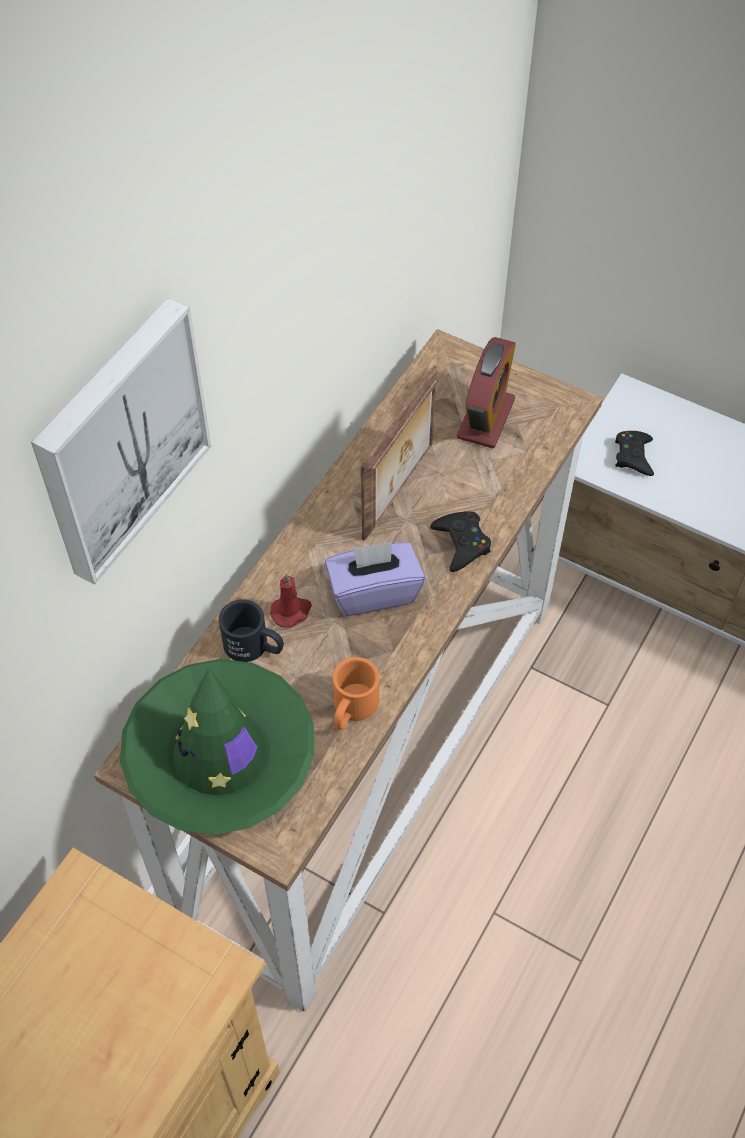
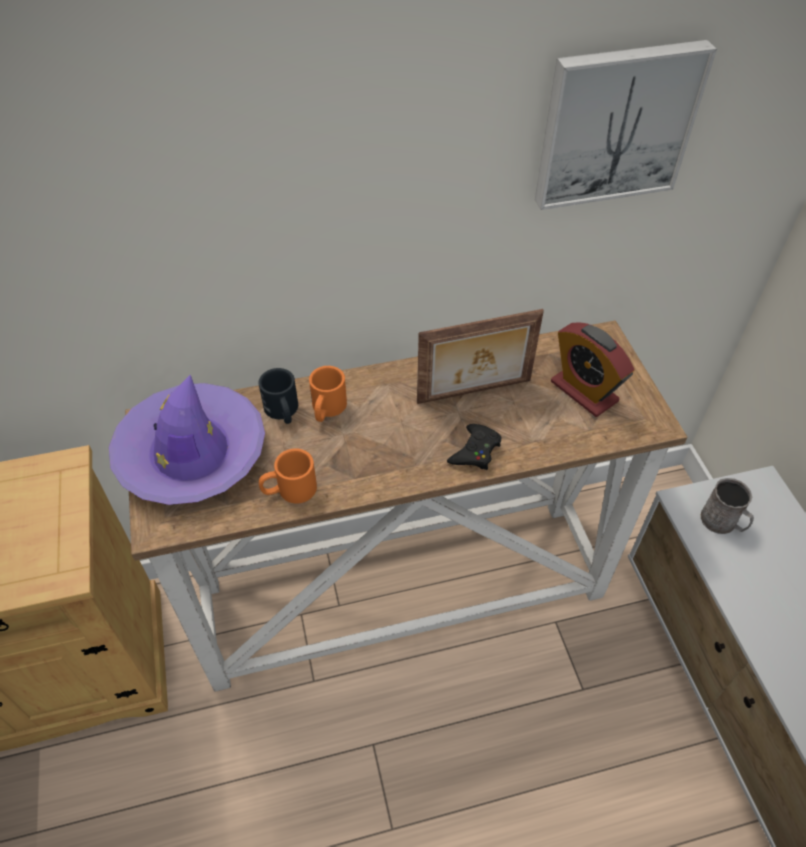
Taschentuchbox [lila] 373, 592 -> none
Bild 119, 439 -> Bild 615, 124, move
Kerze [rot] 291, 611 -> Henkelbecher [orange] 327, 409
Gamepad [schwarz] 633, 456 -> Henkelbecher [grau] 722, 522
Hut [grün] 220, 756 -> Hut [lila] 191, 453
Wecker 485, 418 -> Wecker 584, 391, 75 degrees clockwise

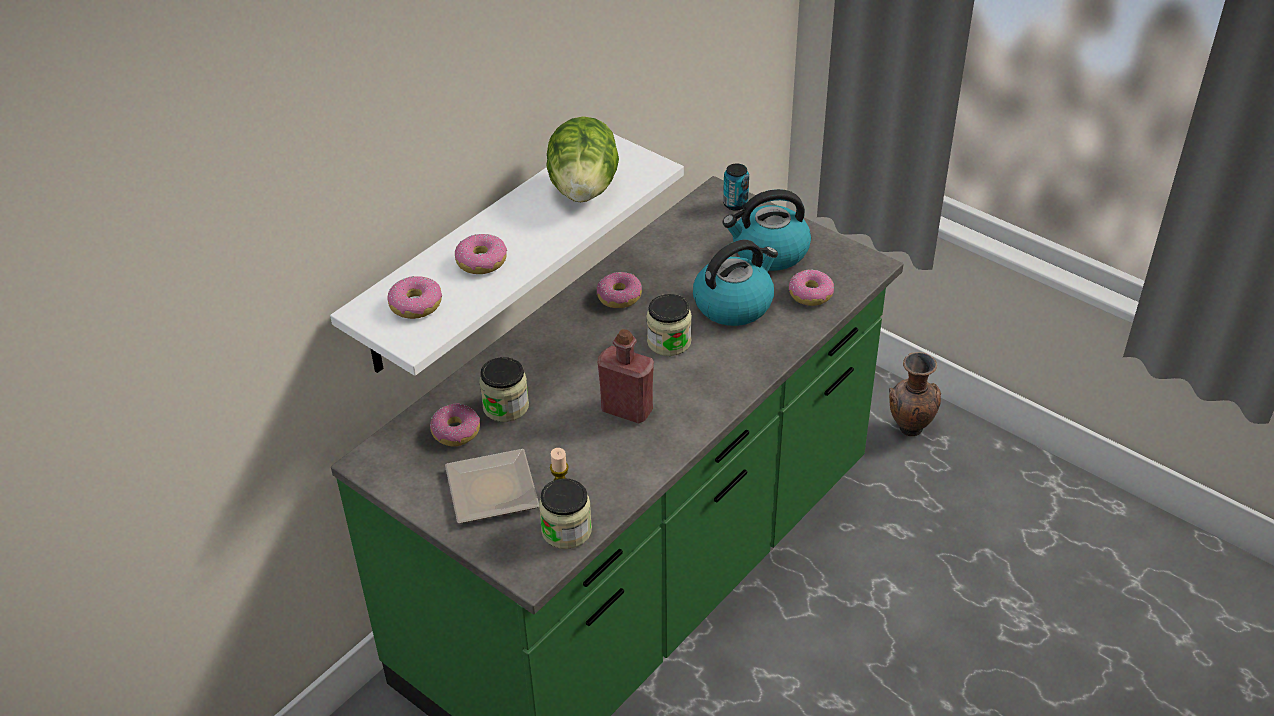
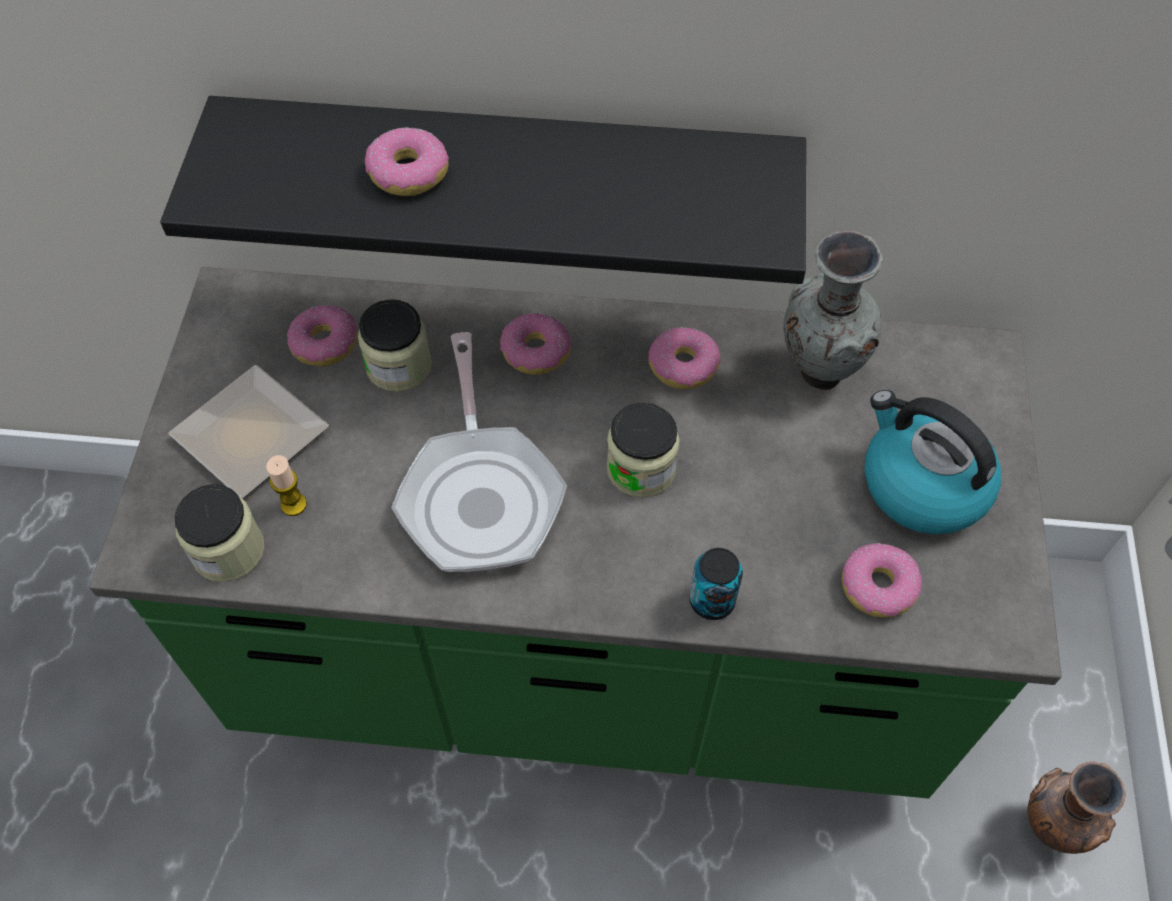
Salatkopf 584, 190 -> none
Wasserkessel 734, 304 -> none
none -> Vase [grau] 817, 372
Donut 415, 305 -> Donut 535, 352, move
Dose 735, 204 -> Dose 712, 600, move
Flasche [rot] 627, 410 -> Pfanne 480, 494
Wandregal [weiß] 480, 253 -> Wandregal [schwarz] 507, 172

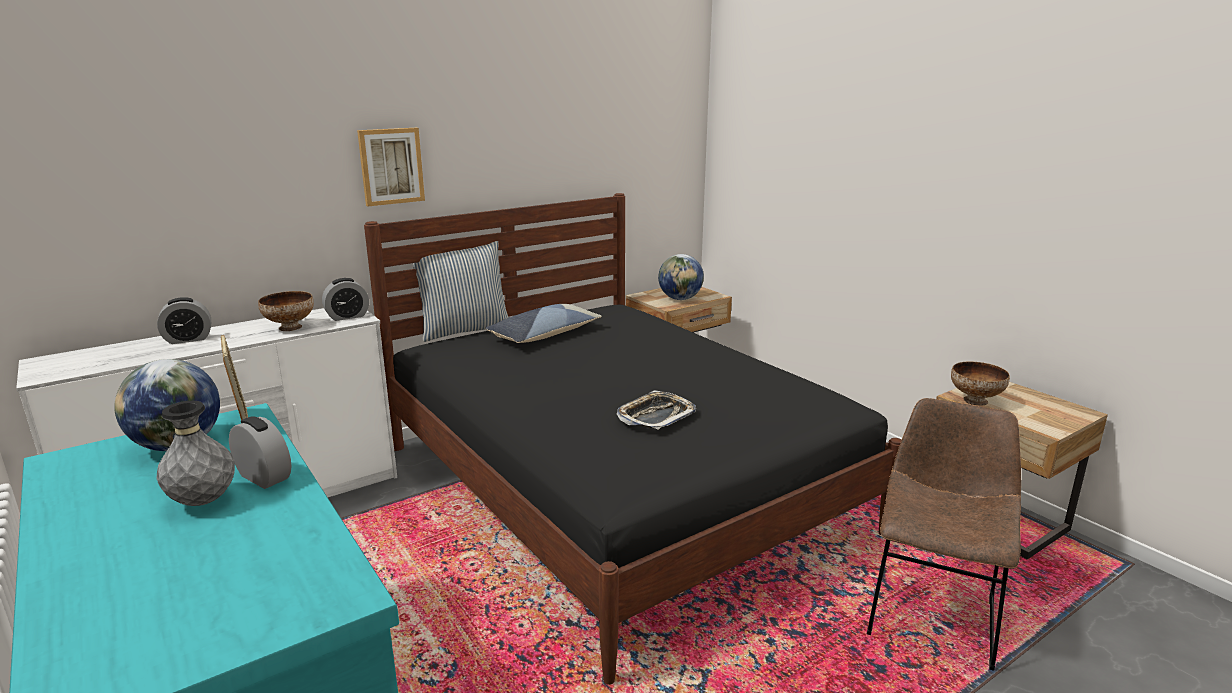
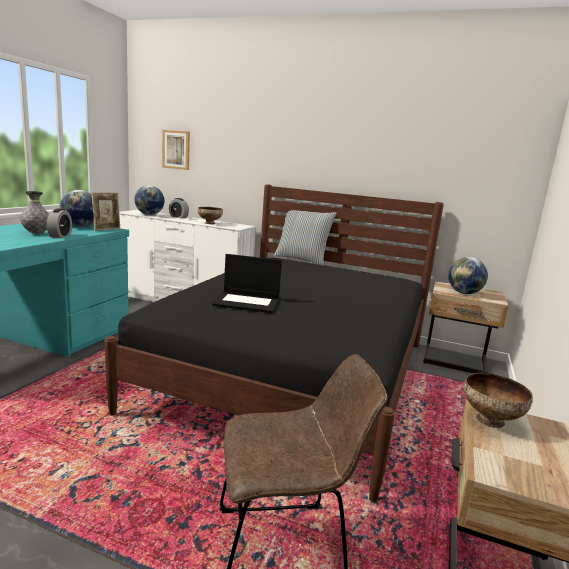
Wecker 347, 316 -> none
Kissen 544, 334 -> none
none -> Globus 149, 214
Bild 391, 166 -> Bild 176, 150, move
Tablett 656, 416 -> Laptop 247, 302

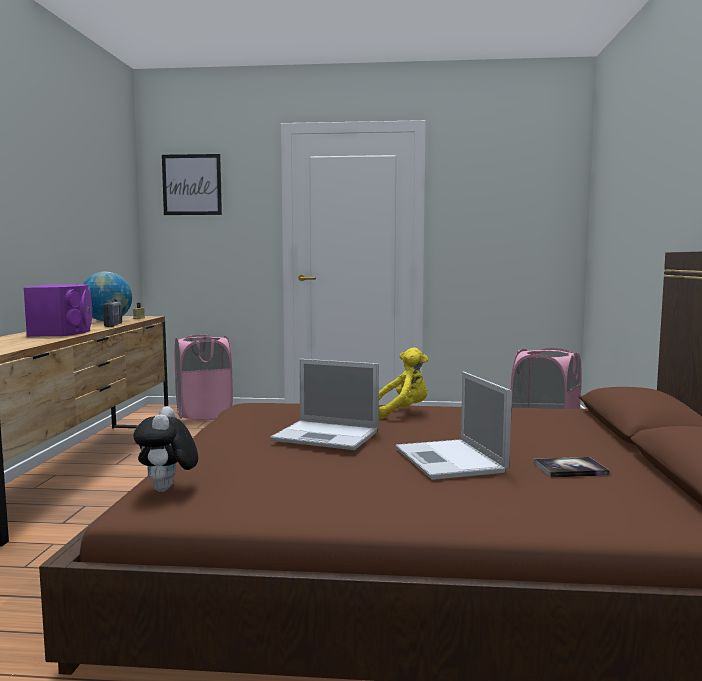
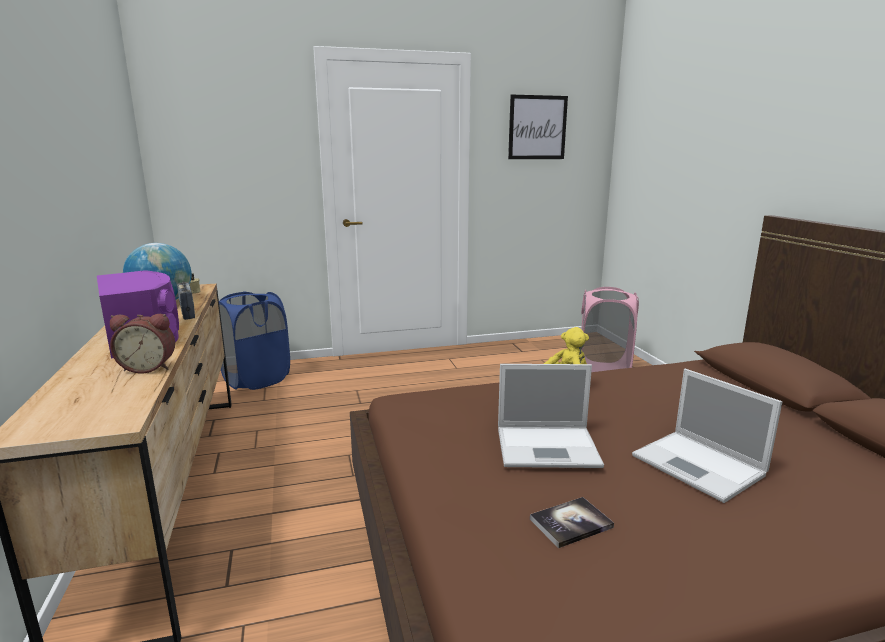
Plüschtier 167, 490 -> none
none -> Wecker 149, 367
Bild 192, 185 -> Bild 537, 127, move
Buch 570, 469 -> Buch 571, 523, move
Wäschekorb [rosa] 204, 415 -> Wäschekorb [blau] 256, 379

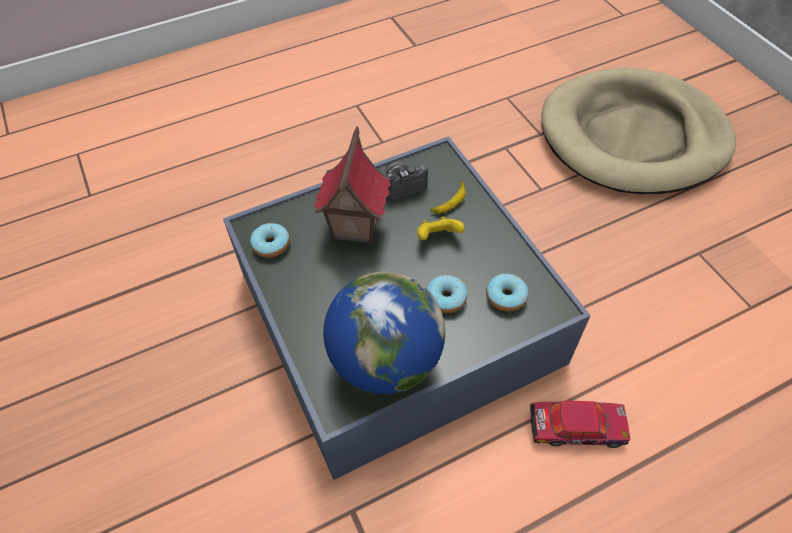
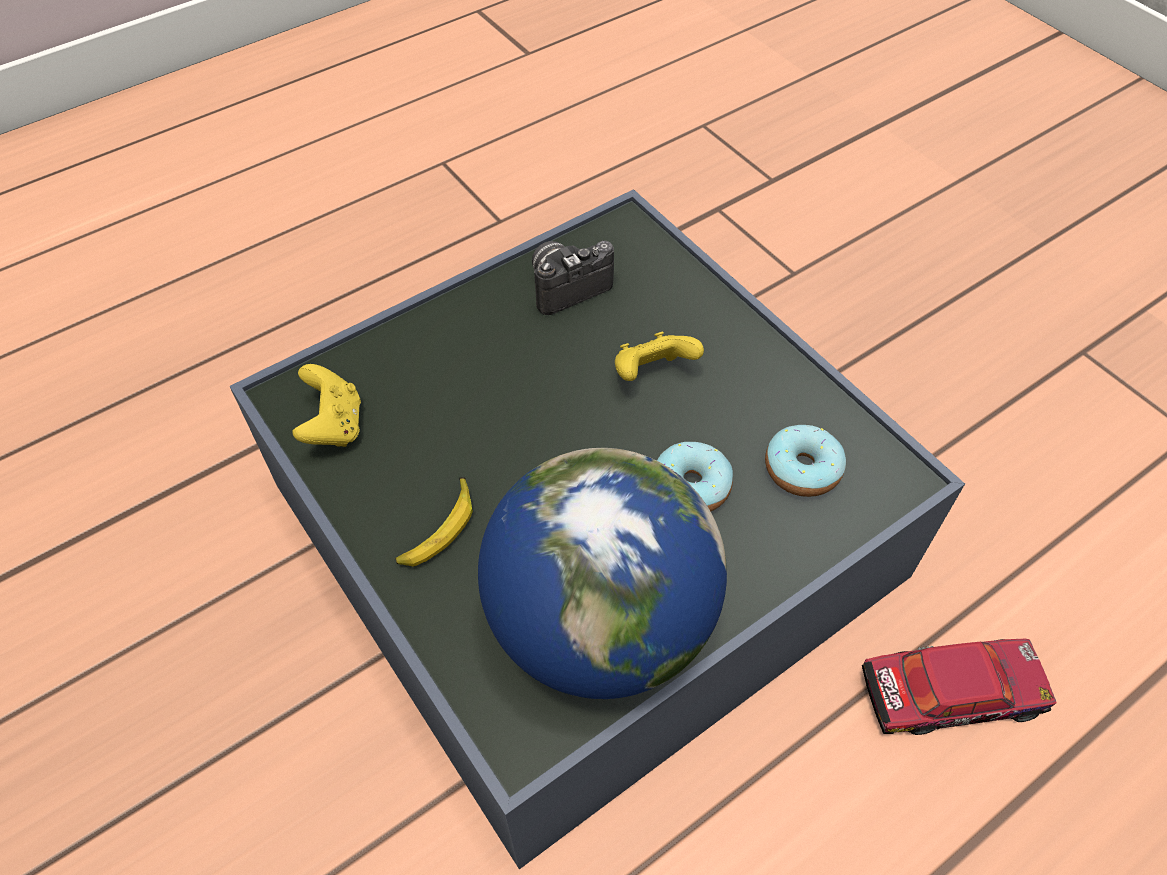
Spielzeughaus 355, 226 -> none
Hundebett [beige] 633, 137 -> none
Banane 449, 201 -> Banane 438, 529, move
Donut 271, 245 -> Gamepad [gelb] 334, 426

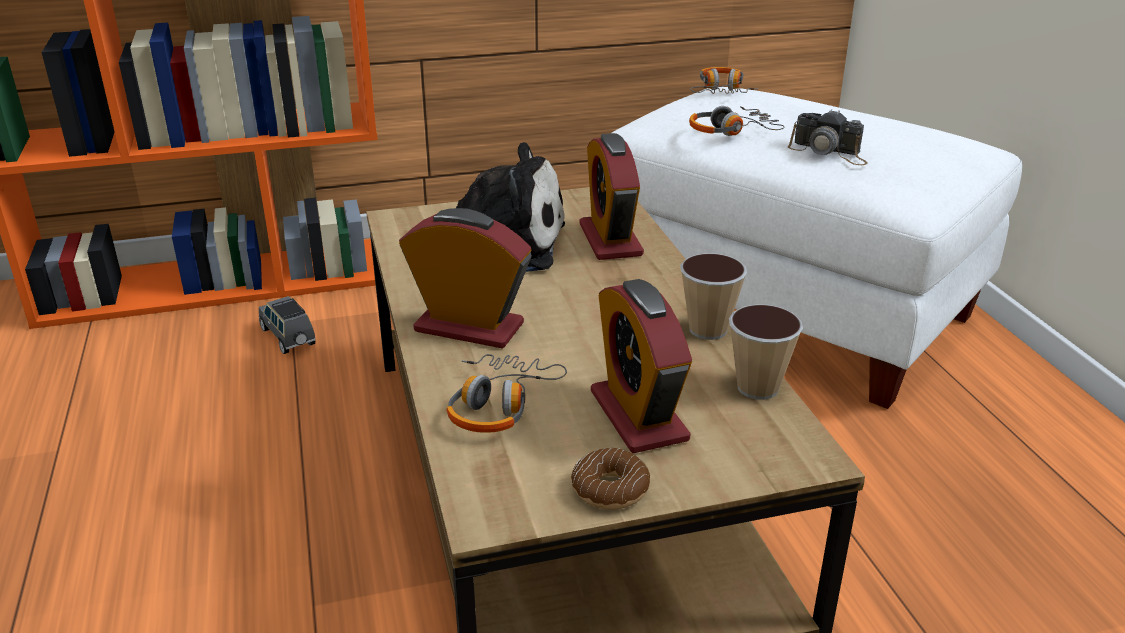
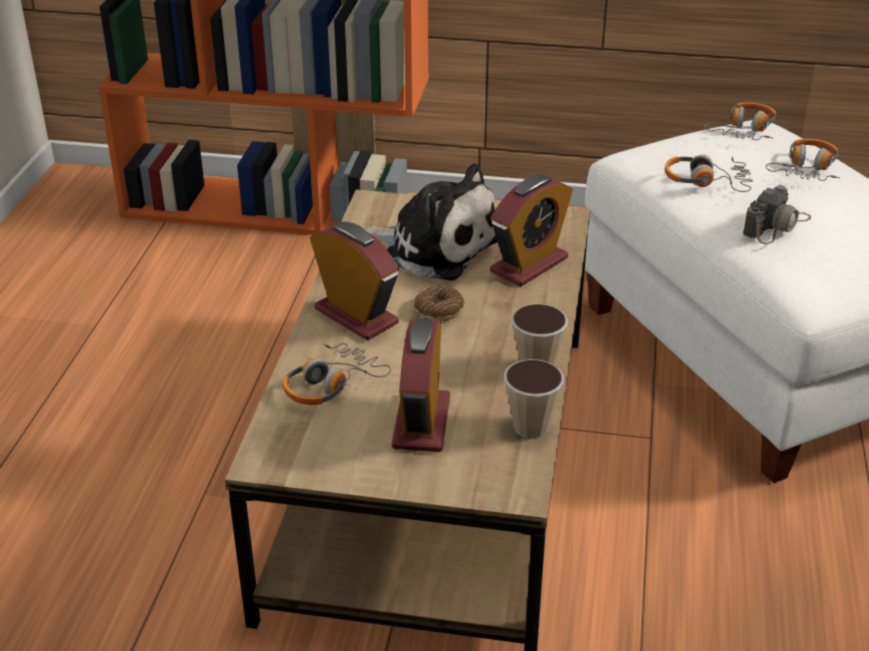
Spielzeugauto [grau] 288, 337 -> none
none -> Kopfhörer 806, 169
Donut 610, 489 -> Donut 439, 310, move
Wecker 610, 240 -> Wecker 529, 265, 150 degrees counterclockwise
Kamera 829, 152 -> Kamera 777, 225, 105 degrees counterclockwise

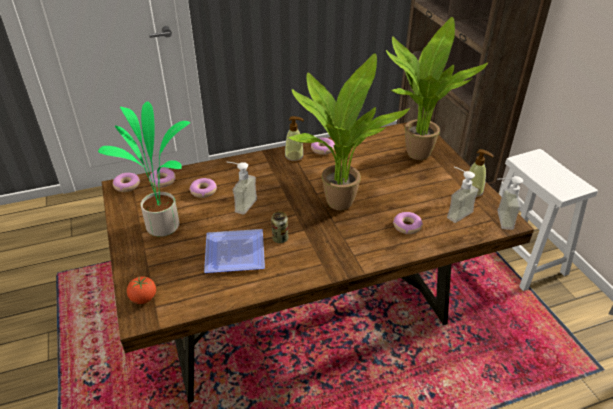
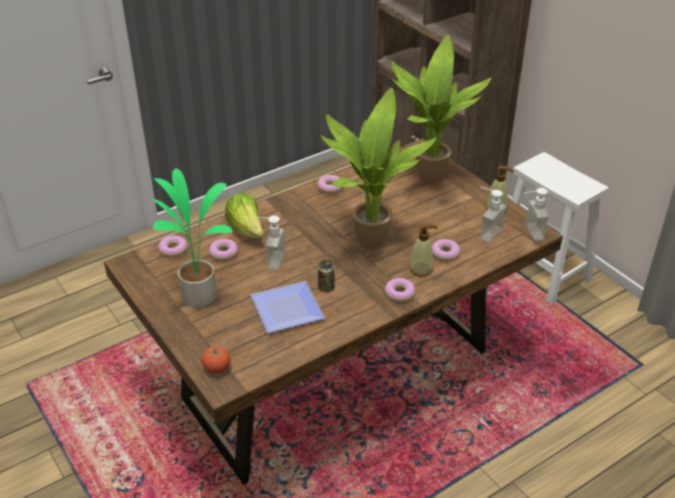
none -> Salatkopf 247, 230
Donut 127, 185 -> Donut 399, 293, move
Seifenspender 294, 157 -> Seifenspender 421, 269, move

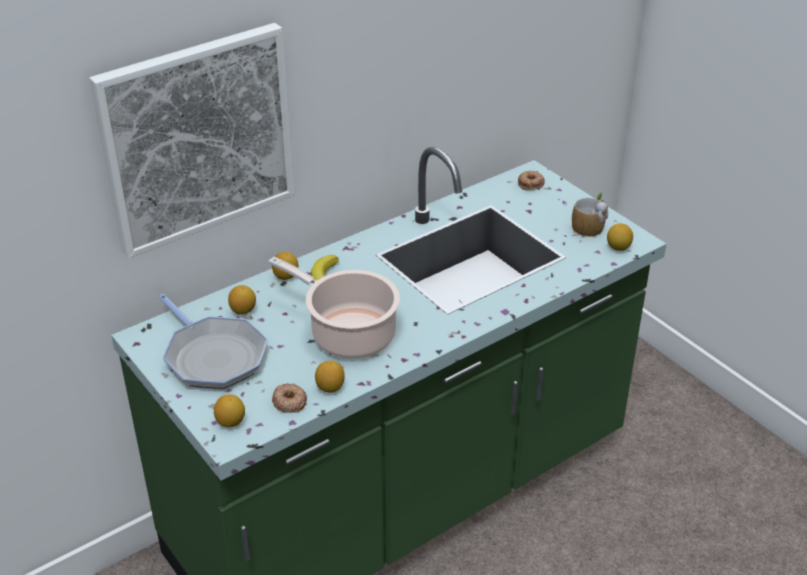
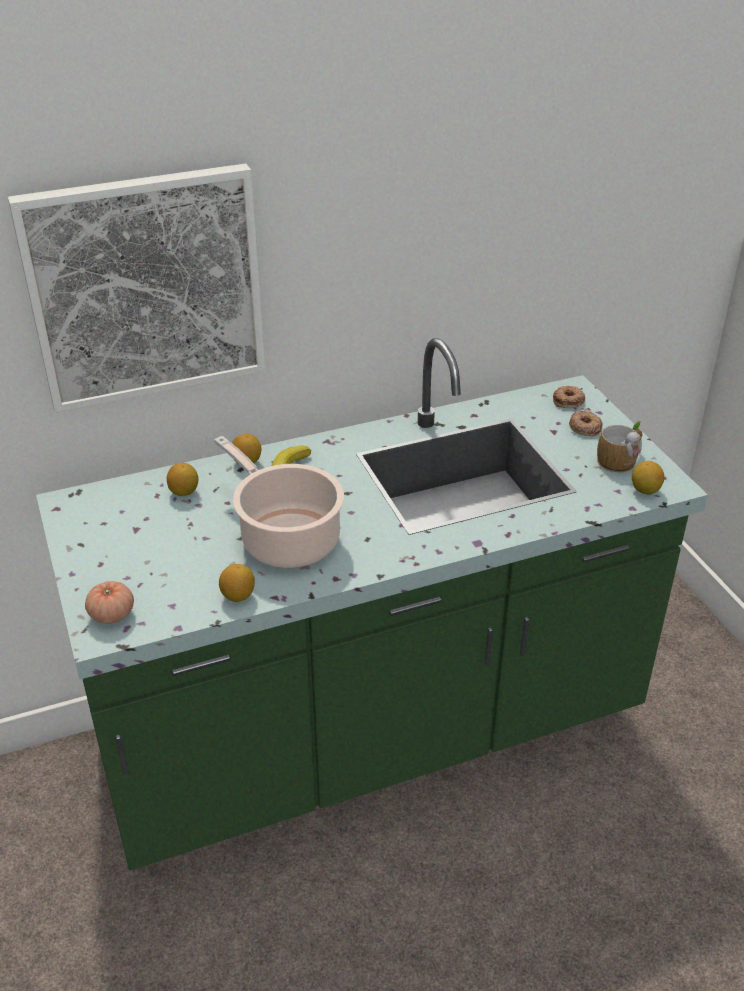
Pfanne 213, 356 -> none
Donut 289, 401 -> Donut 585, 427, move
Zitrone 231, 422 -> Tomate 112, 614

